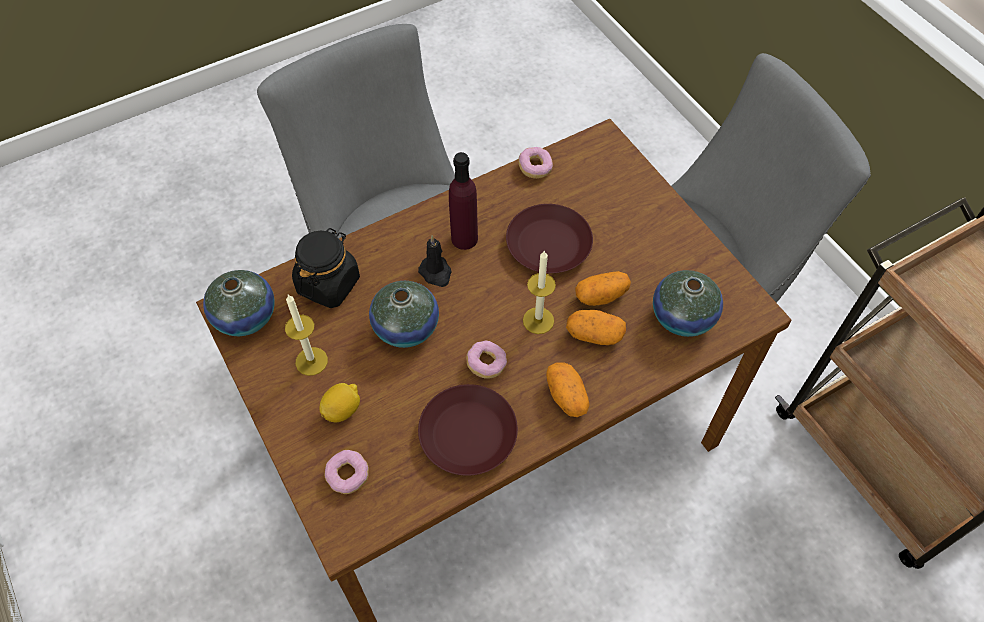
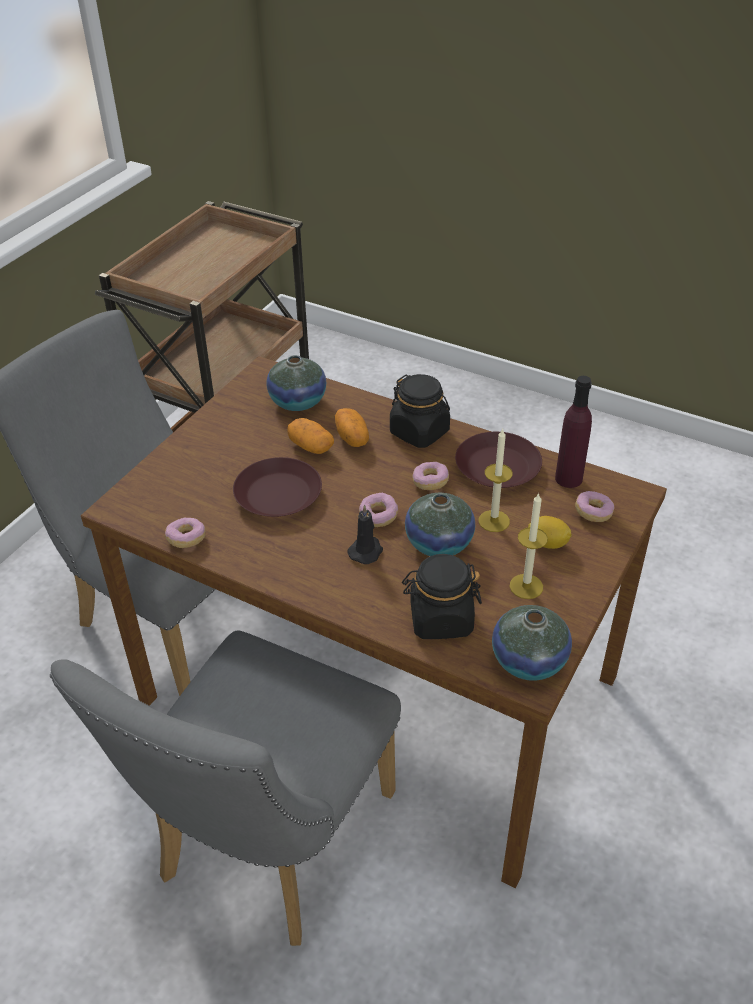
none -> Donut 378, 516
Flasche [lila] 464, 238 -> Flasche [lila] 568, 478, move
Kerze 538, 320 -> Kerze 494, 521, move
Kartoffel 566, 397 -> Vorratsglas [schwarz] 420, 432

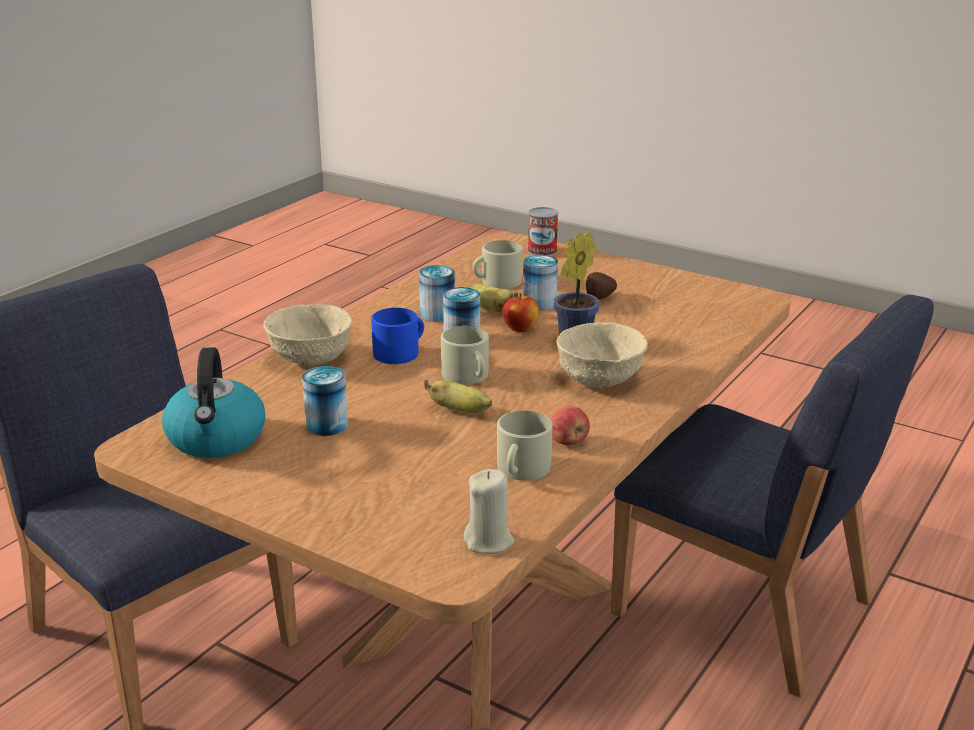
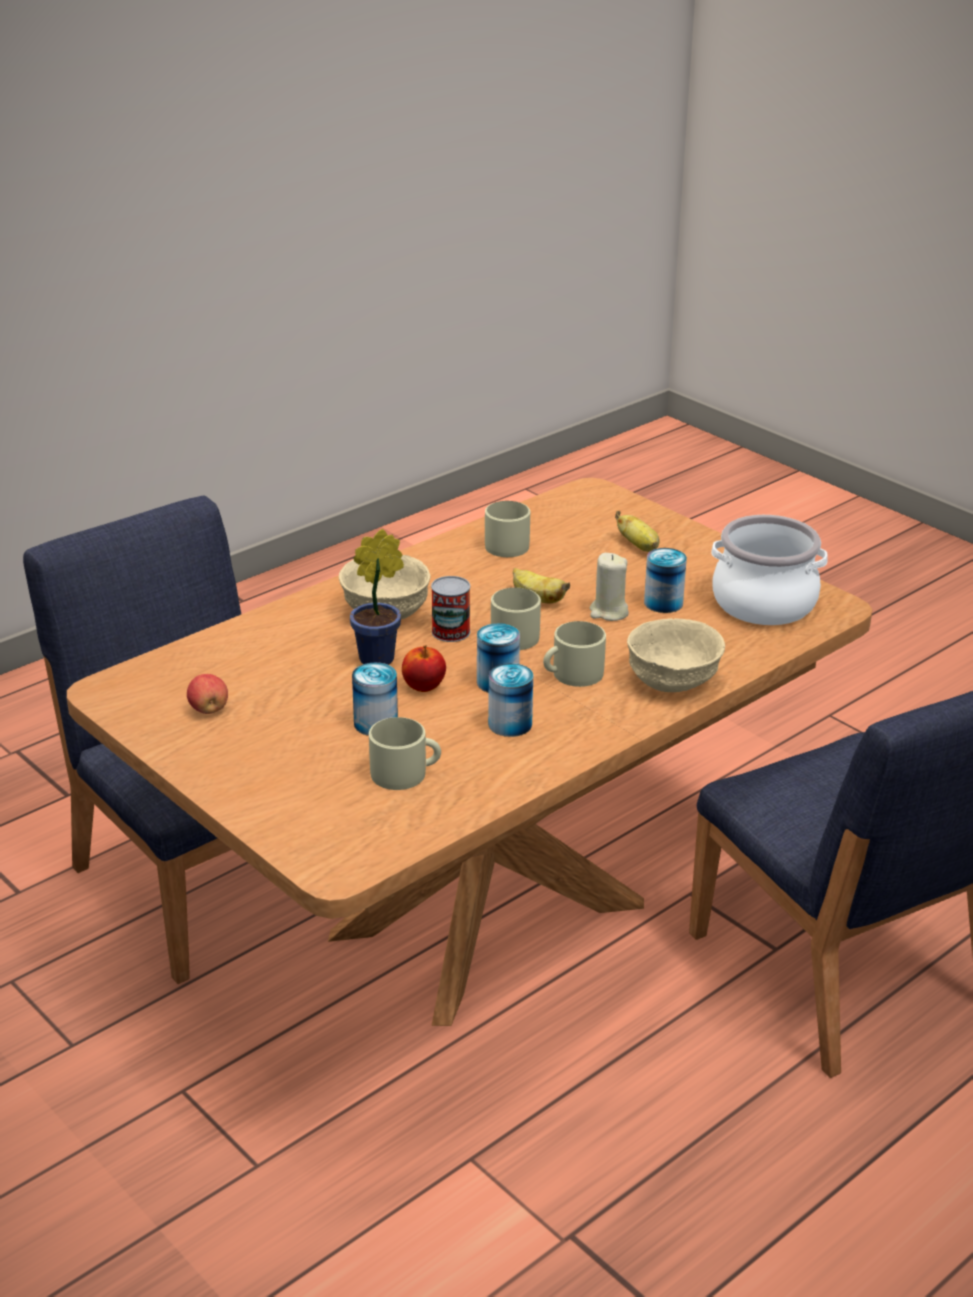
Kartoffel 599, 298 -> none
Kerze [beige] 489, 541 -> Kerze [beige] 608, 612, move
Banane 490, 309 -> Banane 639, 546, move
Dose 542, 250 -> Dose 451, 632, move
Apfel 568, 442 -> Apfel 208, 709, move
Wasserkessel 217, 439 -> Kochtopf 764, 604
Henkelbecher [blau] 400, 352 -> Henkelbecher [beige] 572, 674

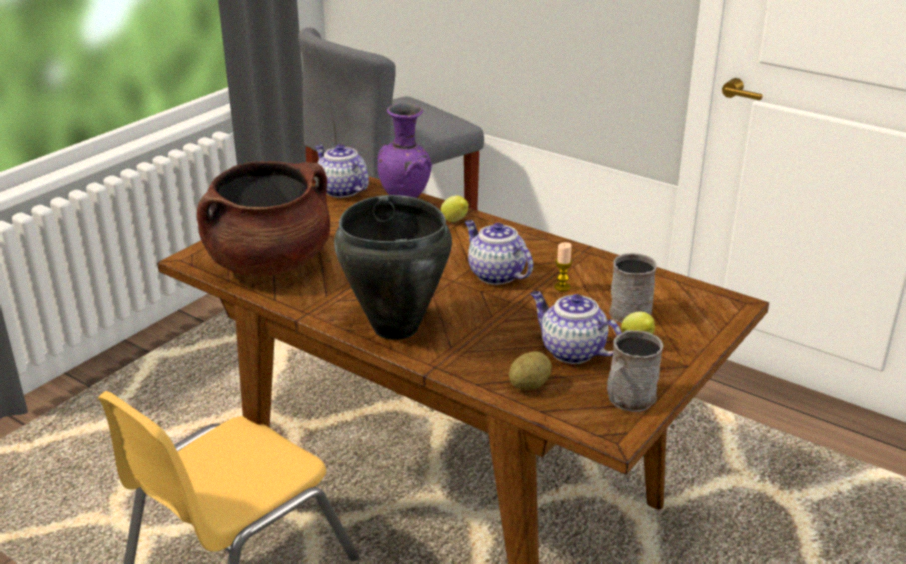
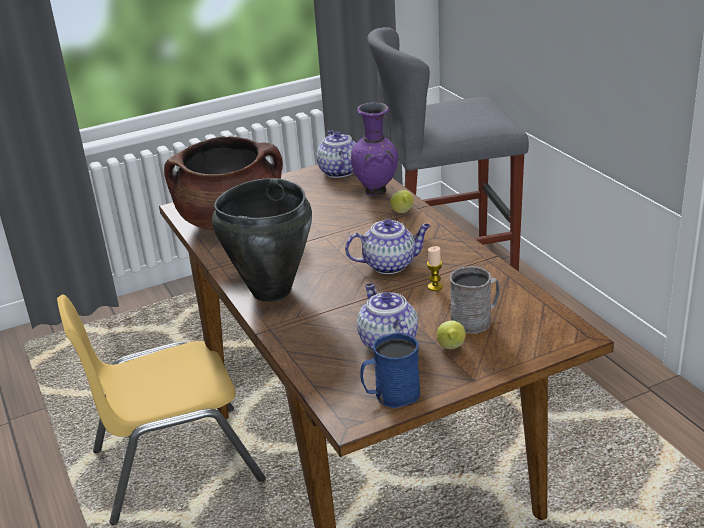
Kartoffel 529, 385 -> none
Henkelbecher [grau] 627, 400 -> Henkelbecher [blau] 391, 395
Teekanne 495, 274 -> Teekanne 390, 264, 90 degrees clockwise

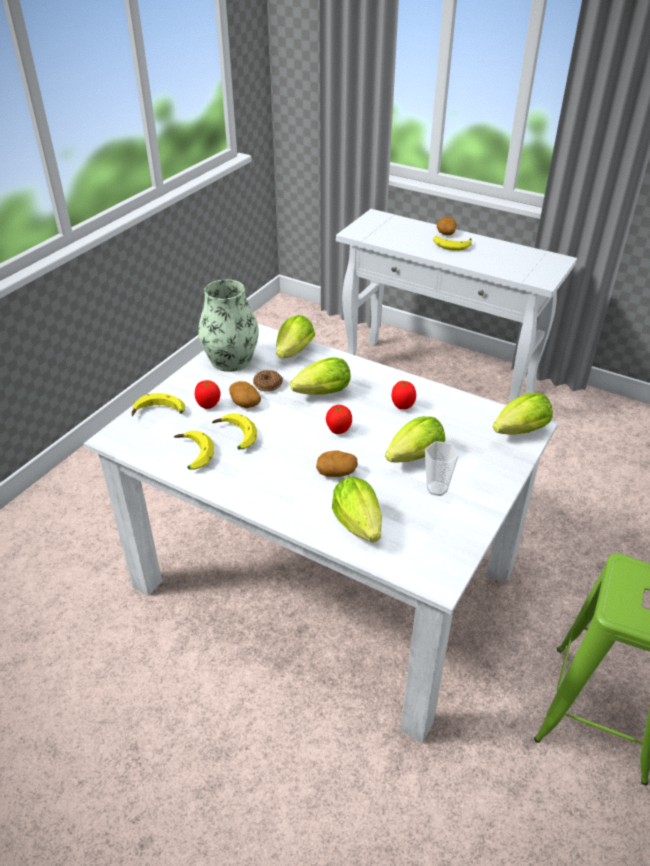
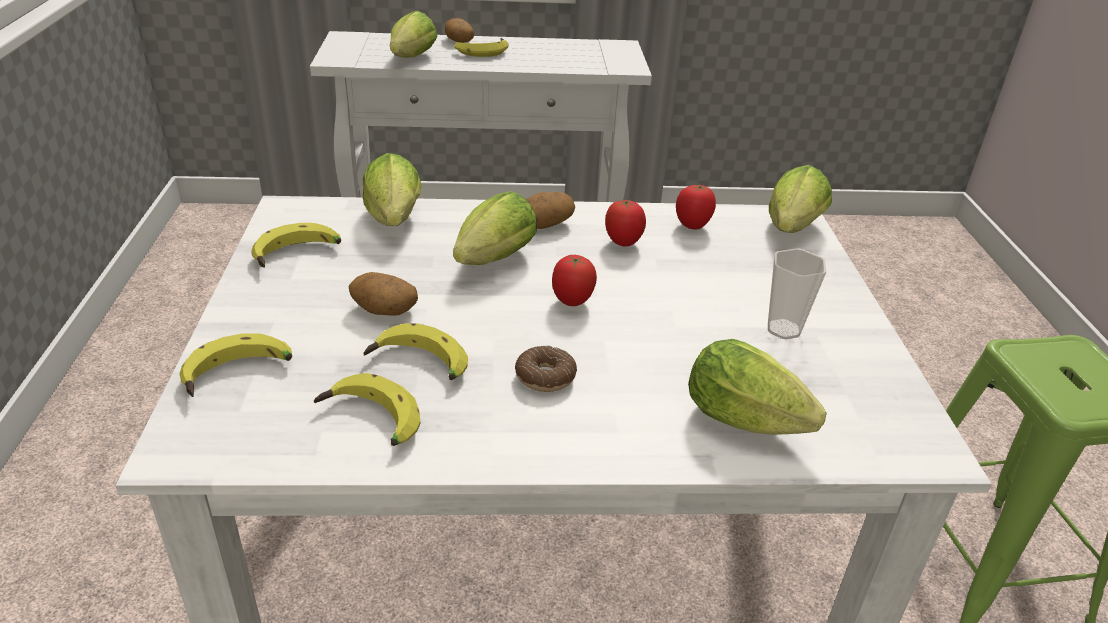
Tomate 208, 406 -> Tomate 692, 226, move
Donut 268, 385 -> Donut 545, 377, move
Kartoffel 337, 472 -> Kartoffel 546, 223, move
Salatkopf 412, 458 -> Salatkopf 411, 59, move
Vase 231, 360 -> Banane 298, 256

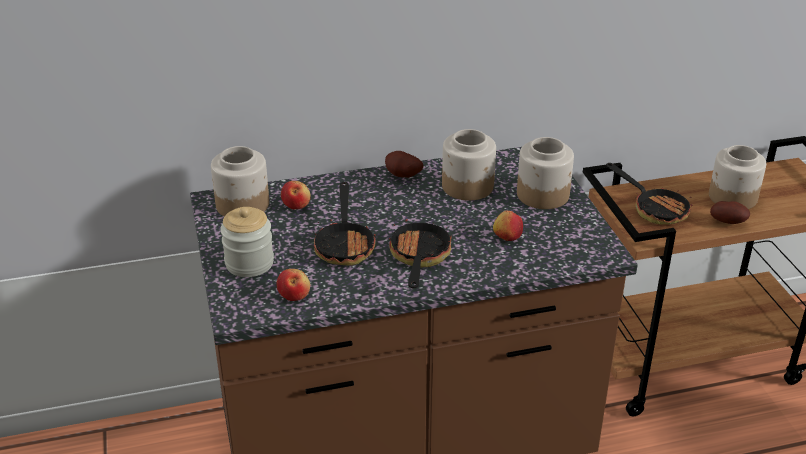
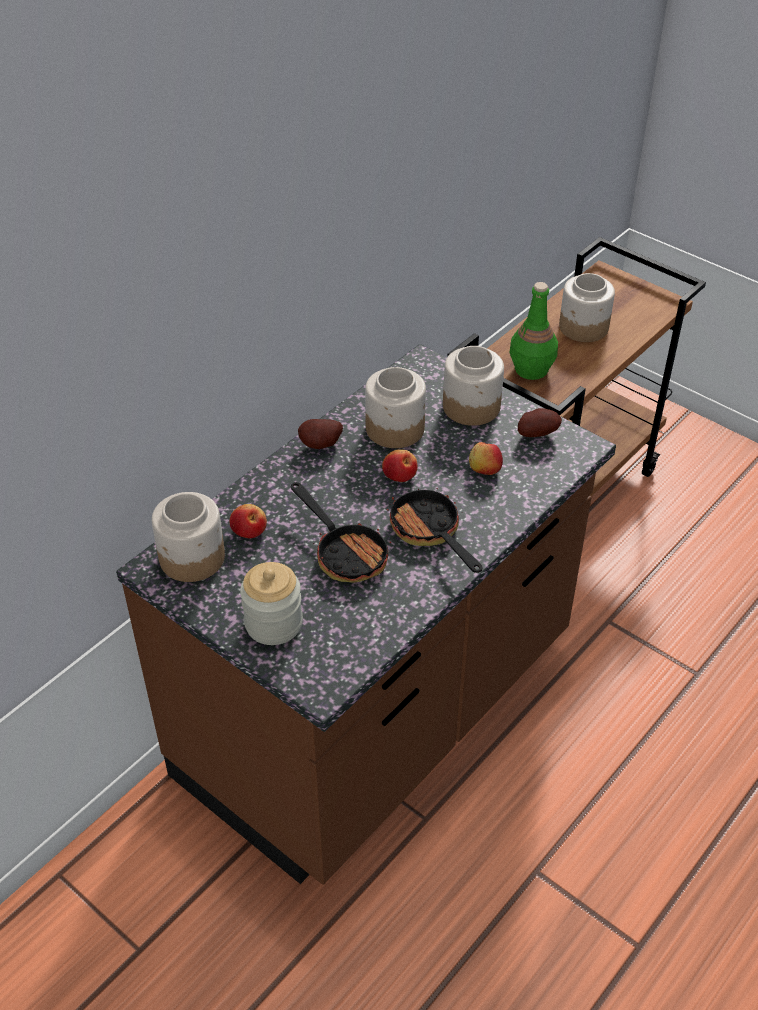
Apfel 294, 295 -> Apfel 399, 475, move
Kartoffel 728, 222 -> Kartoffel 536, 433, move
Pfanne 654, 208 -> Flasche [grün] 531, 369

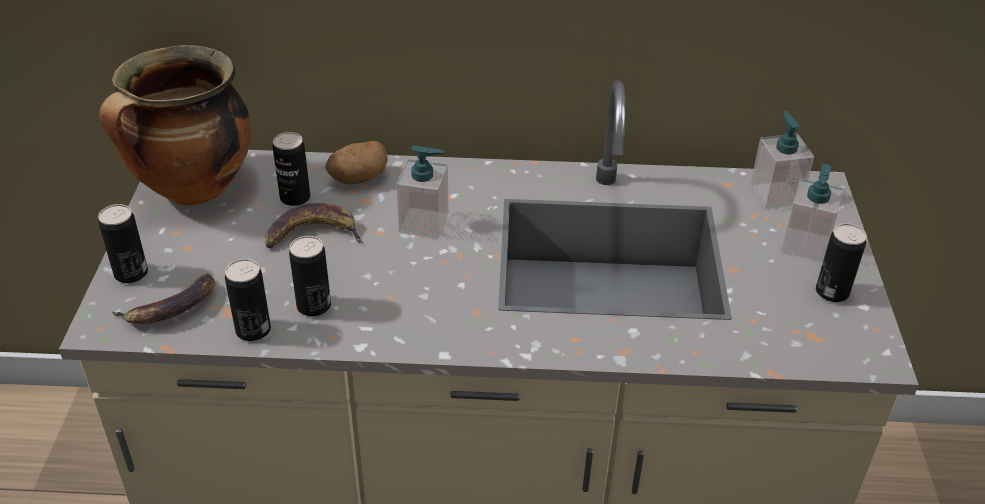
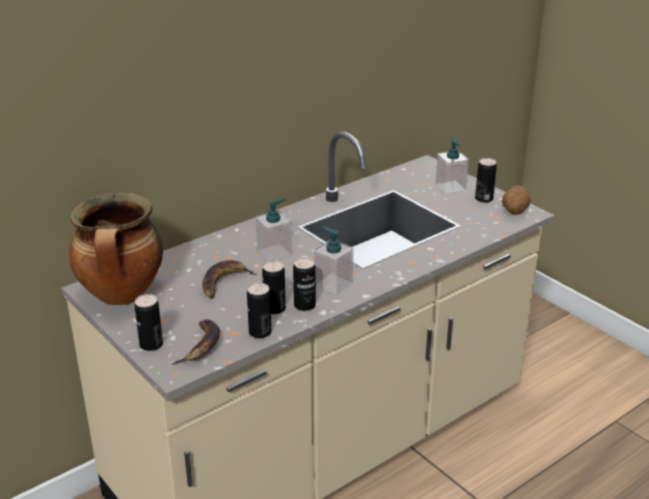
Dose 295, 198 -> Dose 304, 305, move
Kartoffel 358, 178 -> Kartoffel 514, 211, move
Seifenspender 775, 195 -> Seifenspender 333, 284, move

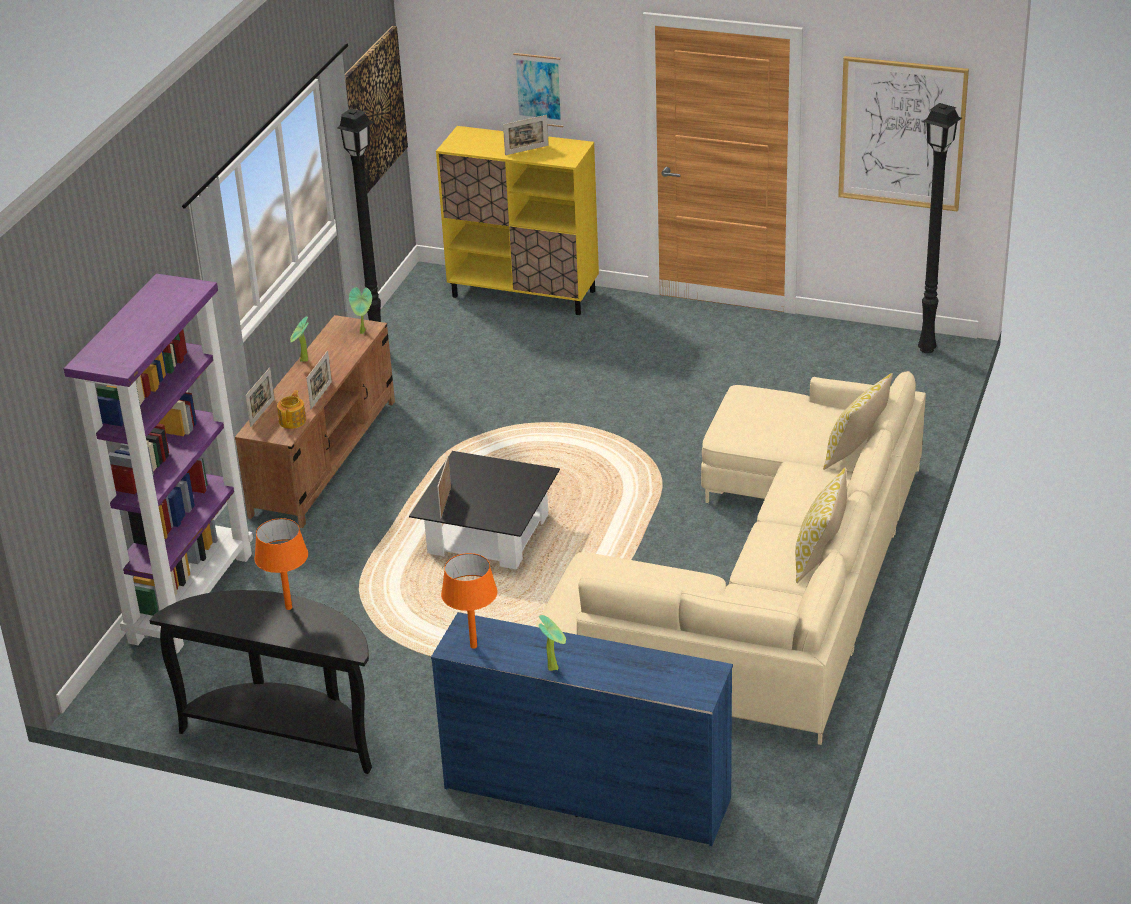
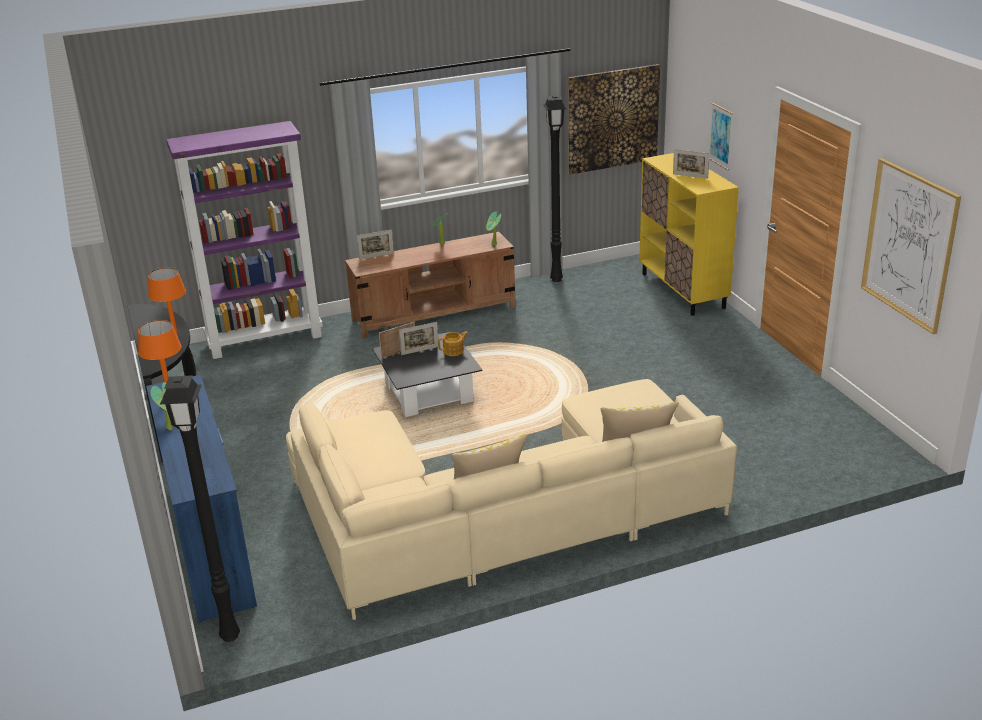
Teekanne 293, 421 -> Teekanne 454, 351, move
Bilderrahmen 321, 395 -> Bilderrahmen 420, 351, move
Stehlampe [schwarz] 928, 349 -> Stehlampe [schwarz] 231, 637, move

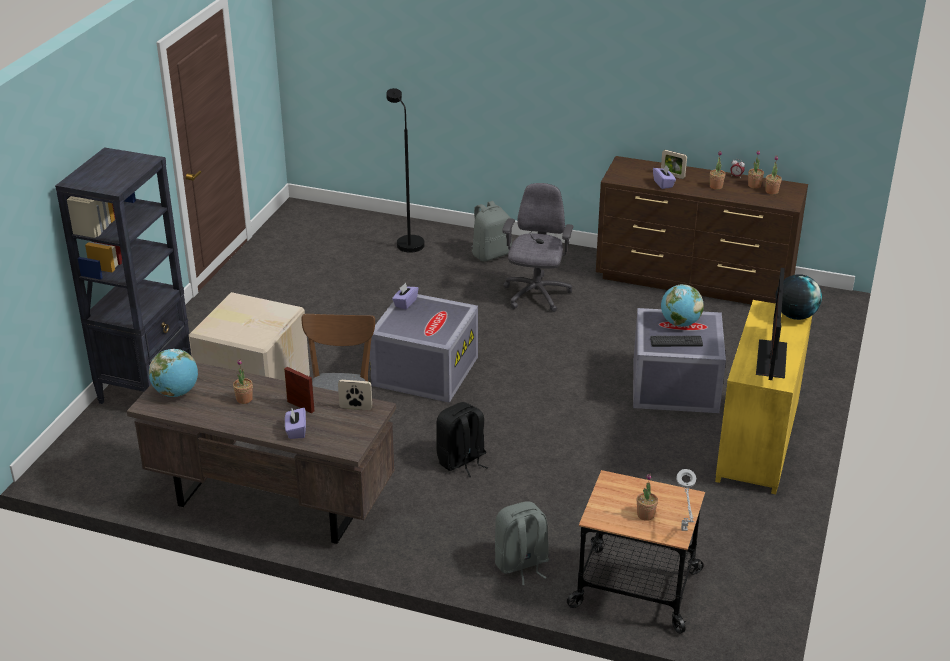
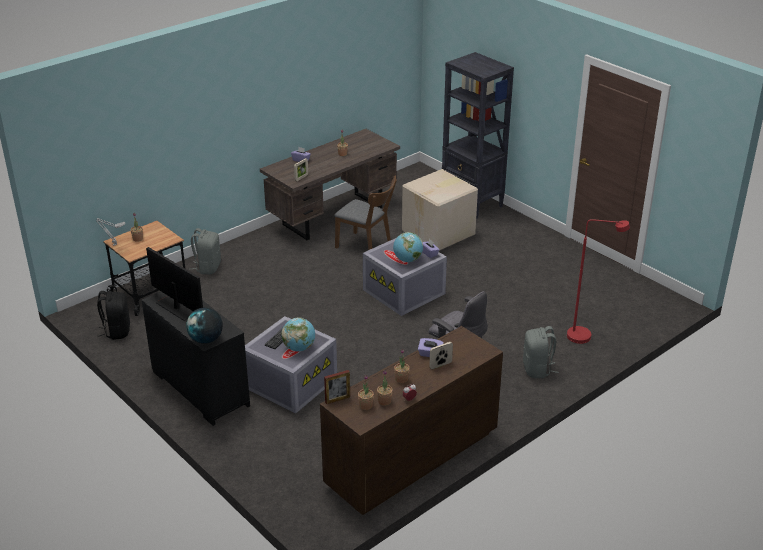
Globus 176, 392 -> Globus 407, 260, move
Bilderrahmen 300, 406 -> Bilderrahmen 337, 399, move
Rucksack [schwarz] 462, 461 -> Rucksack [schwarz] 117, 331, move
Stehlampe [schwarz] 407, 242 -> Stehlampe [rot] 586, 336
Kommode [gelb] 758, 443 -> Kommode [schwarz] 199, 389

